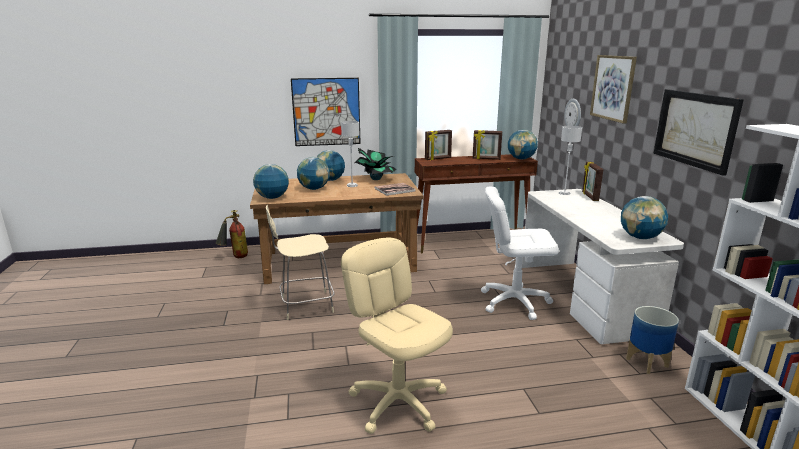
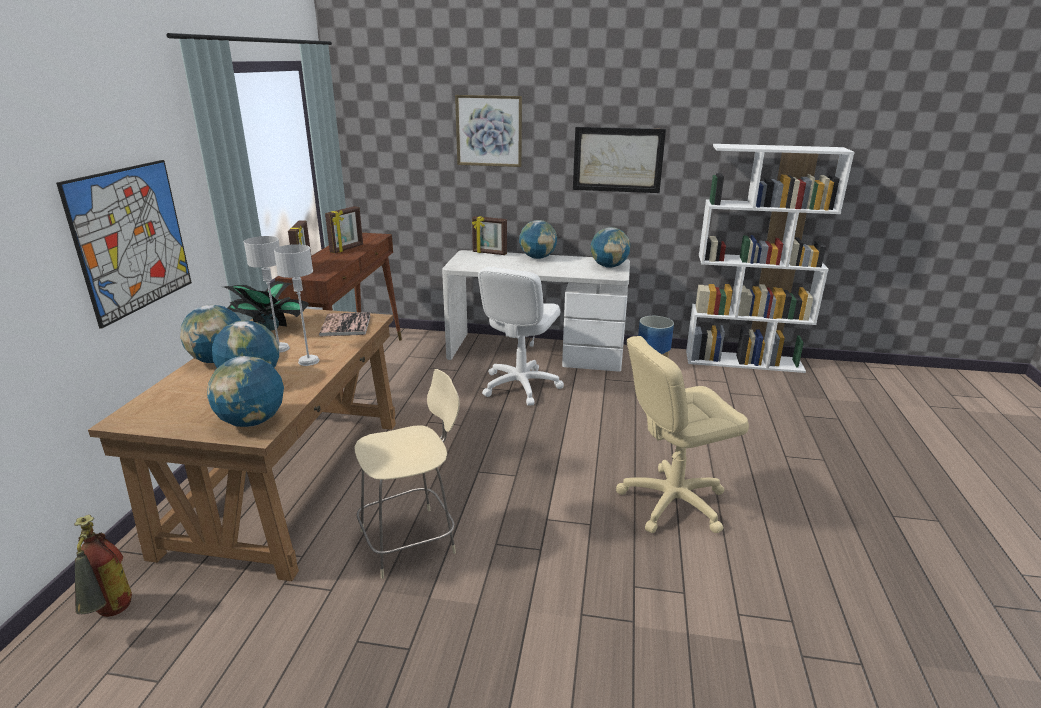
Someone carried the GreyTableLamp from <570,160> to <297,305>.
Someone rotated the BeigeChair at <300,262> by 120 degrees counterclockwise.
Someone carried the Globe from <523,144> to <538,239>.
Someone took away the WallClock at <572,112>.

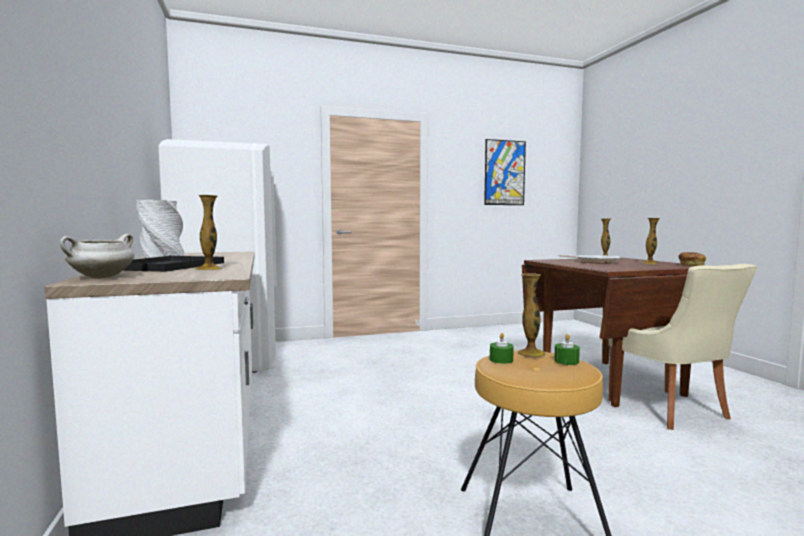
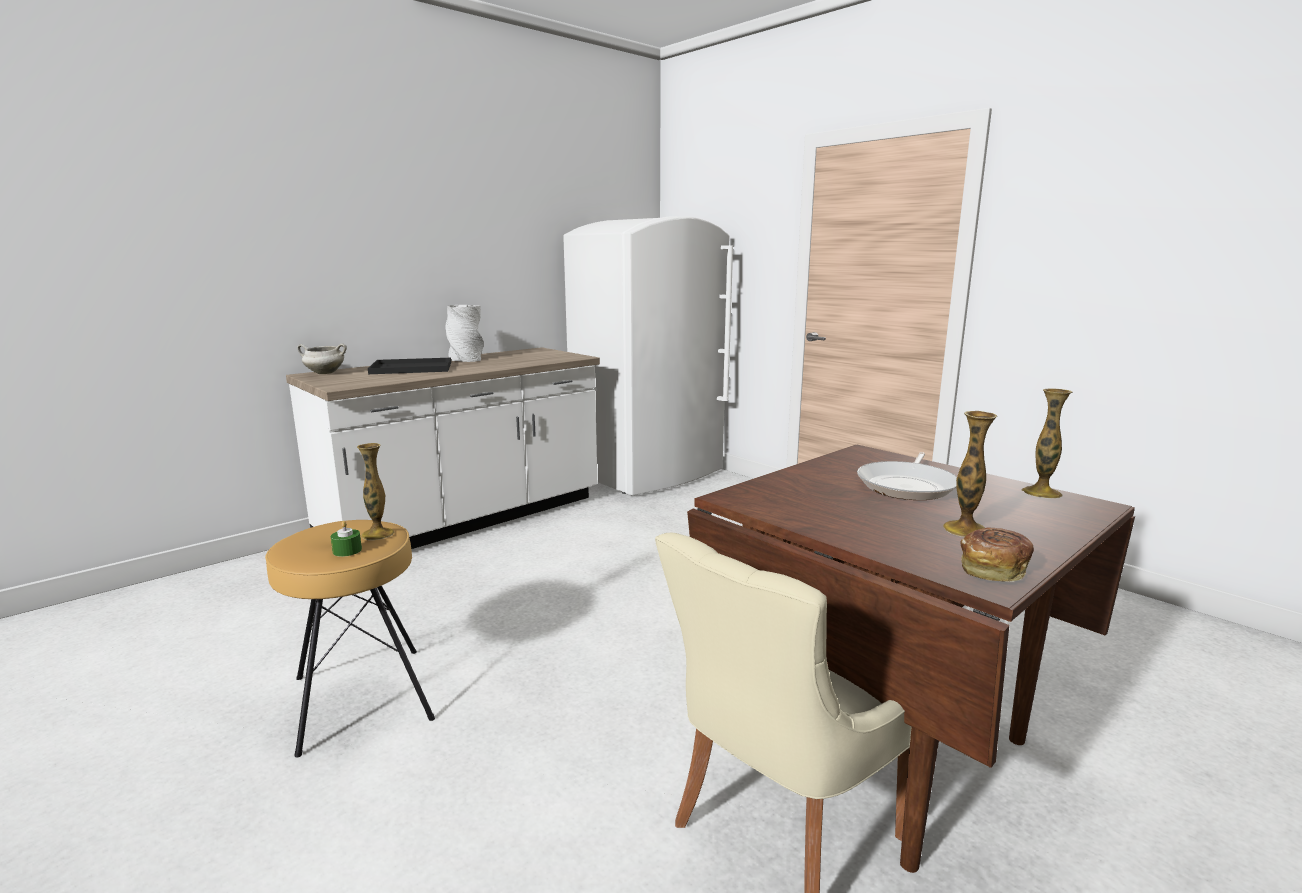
Someone took away the Vase at <208,232>.
Someone took away the Picture at <505,172>.
Someone took away the GreenCandle at <502,348>.

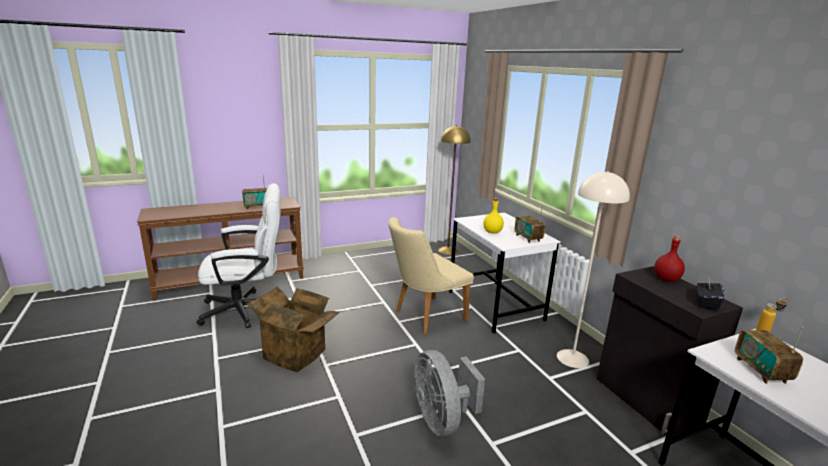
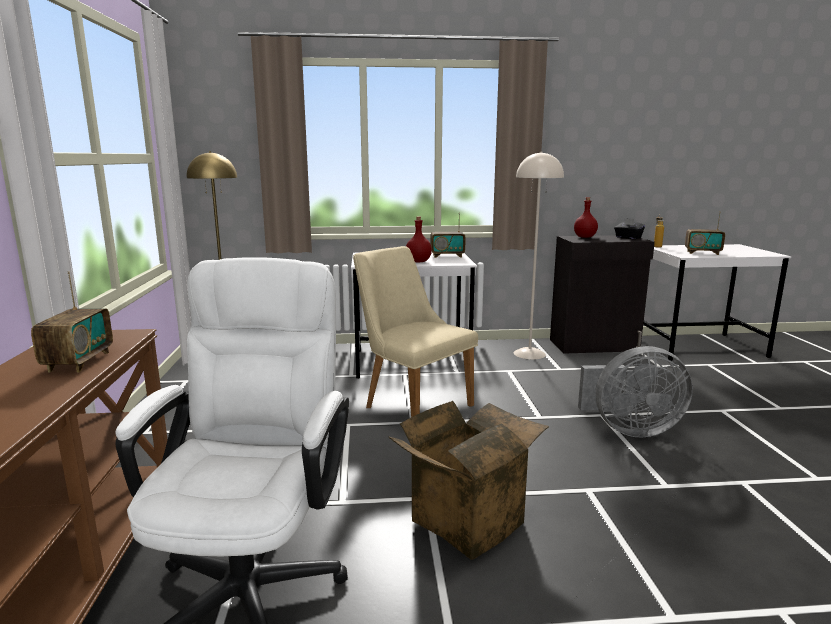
Someone rotated the BeigeChair at <431,275> by 150 degrees clockwise.
Someone repainted the YellowBottle at <493,216>, which became the RedBottle at <419,239>.

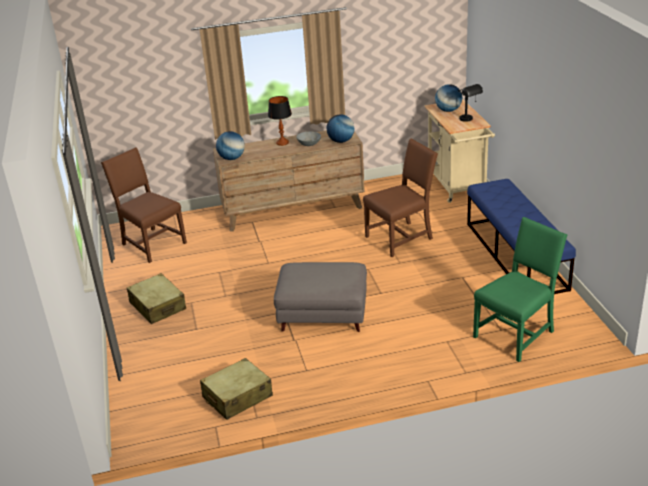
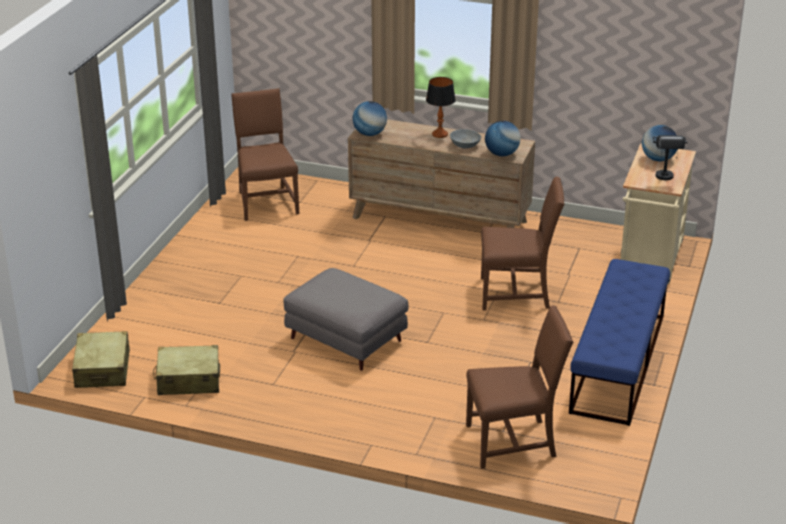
Someone carried the BeigeSuitcase from <156,298> to <101,359>.
Someone repainted the GreenChair at <520,289>, which became the BrownChair at <519,387>.

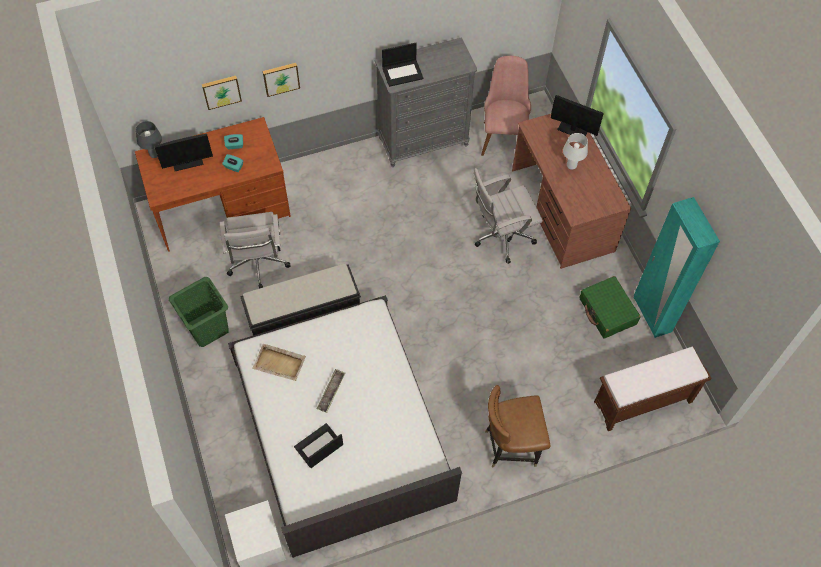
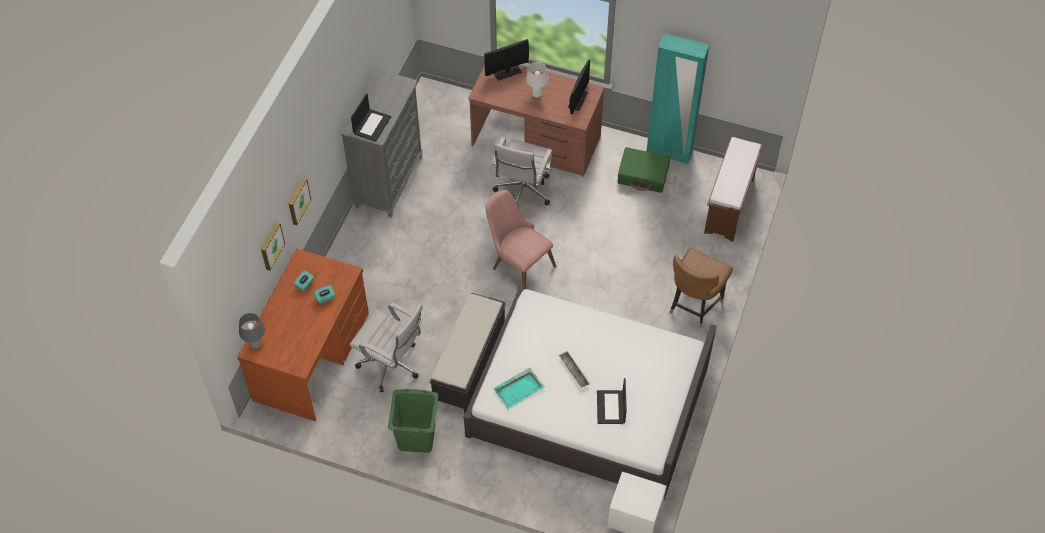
Someone carried the PinkChair from <506,106> to <520,239>.
Someone repainted the BeigeTray at <279,362>, which became the TurquoiseTray at <519,389>.
Someone carried the Monitor from <183,152> to <579,87>.

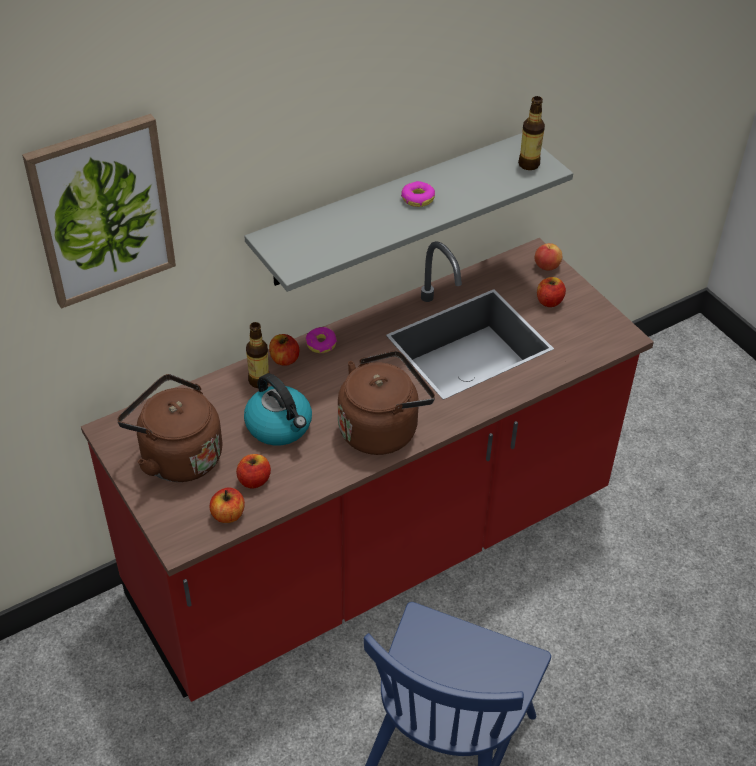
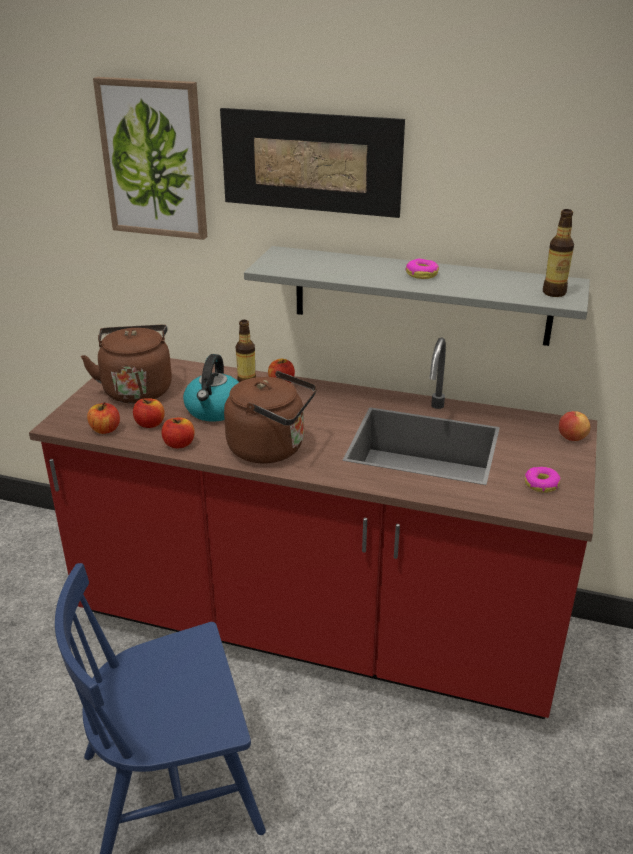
Someone carried the Apple from <551,292> to <178,433>.
Someone put up the Picture at <312,163>.
Someone carried the Donut from <321,340> to <542,480>.

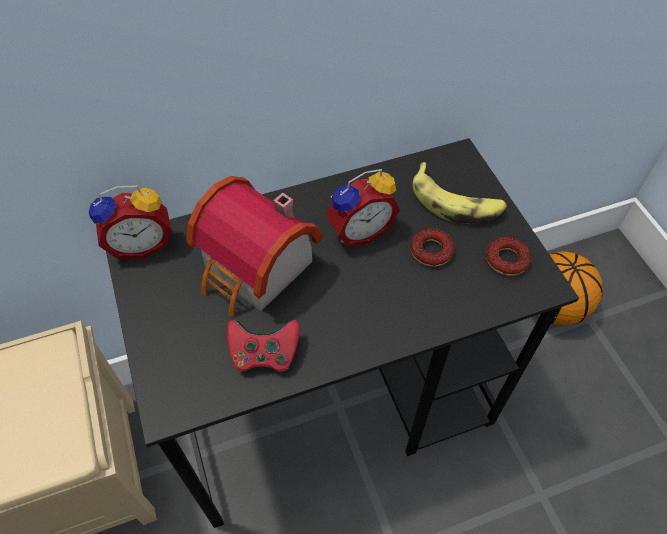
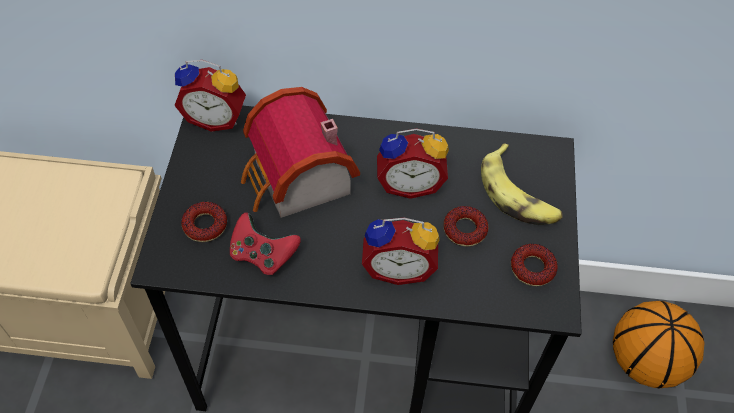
Someone put down the Donut at <204,222>.
Someone put down the AlarmClock at <401,251>.

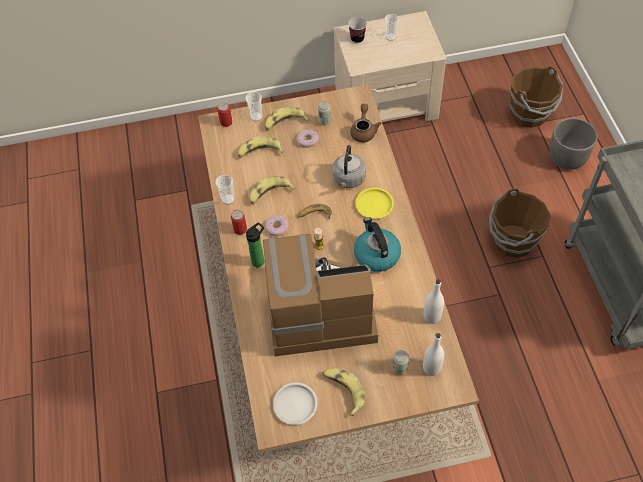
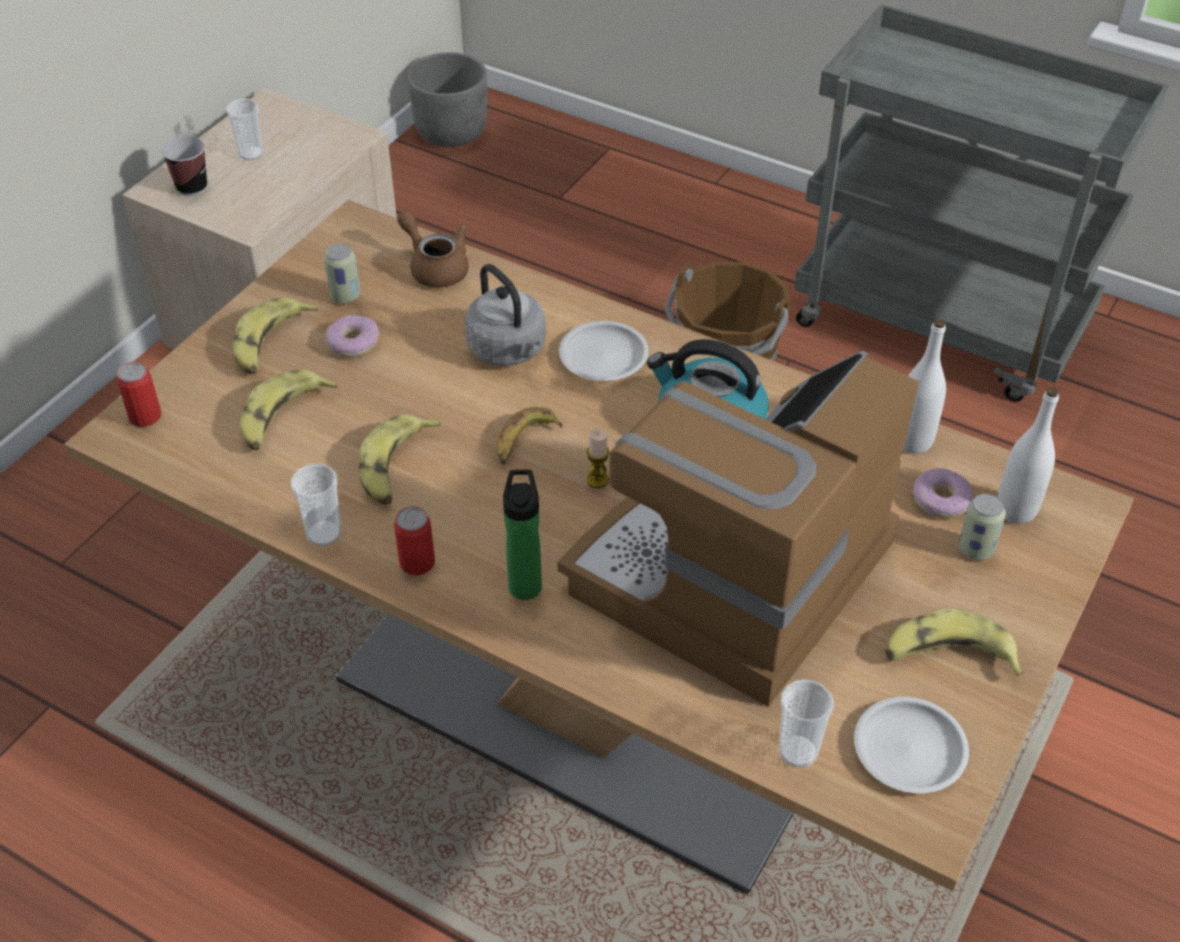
Someone carried the GreyPlanter from <573,144> to <447,99>.
Someone repainted the YellowPlate at <374,203>, which became the WhitePlate at <604,351>.
Someone carried the Cup from <254,106> to <806,723>.
Someone carried the Donut from <277,225> to <943,493>.
Someone took away the BrownBucket at <536,97>.

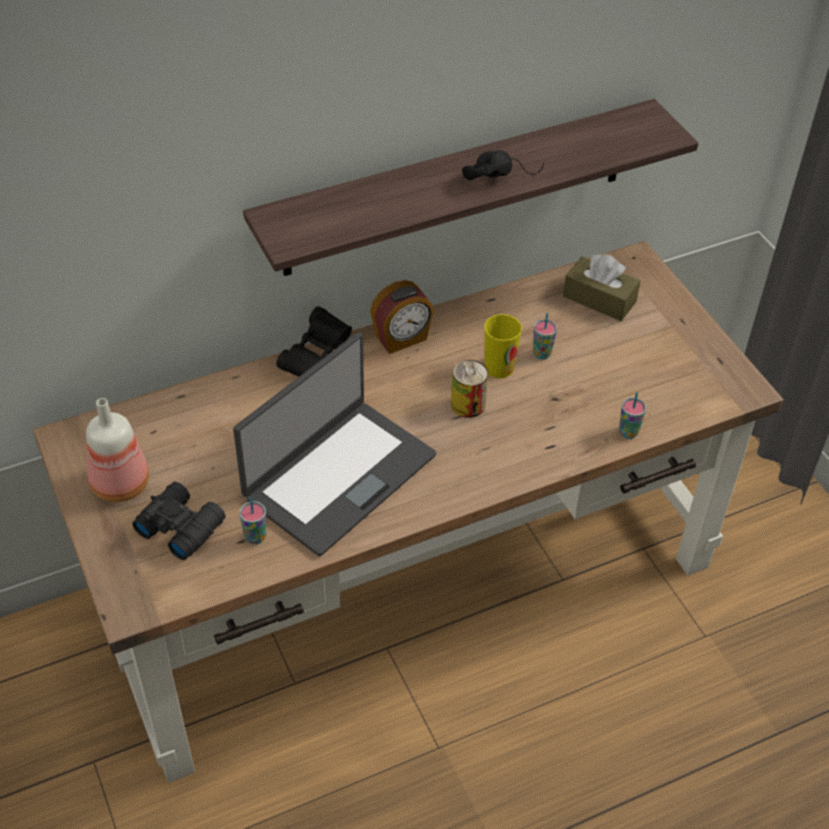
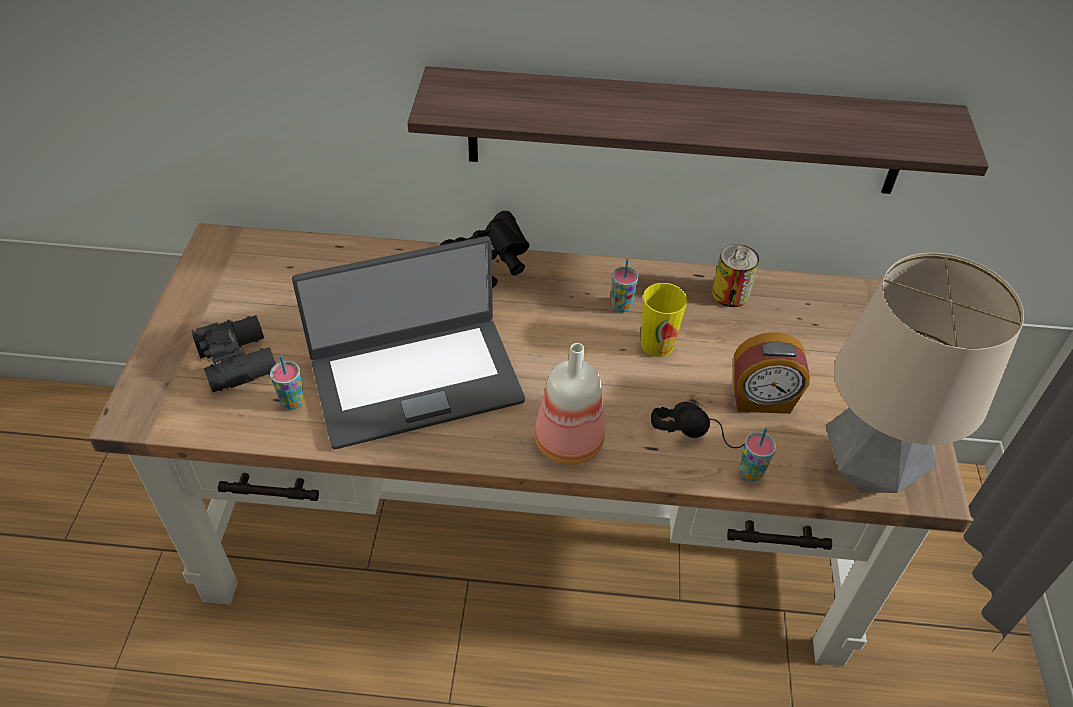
Someone carried the Bottle from <117,450> to <570,404>.
Someone carried the Cup from <545,336> to <625,285>.
Someone carried the BlackHeadphones from <503,165> to <698,425>.
Someone carried the Can from <469,389> to <735,275>.
Someone carried the AlarmClock from <402,317> to <772,373>.
Someone put down the TableLamp at <924,373>.
Someone took away the BrownTissueBox at <602,287>.

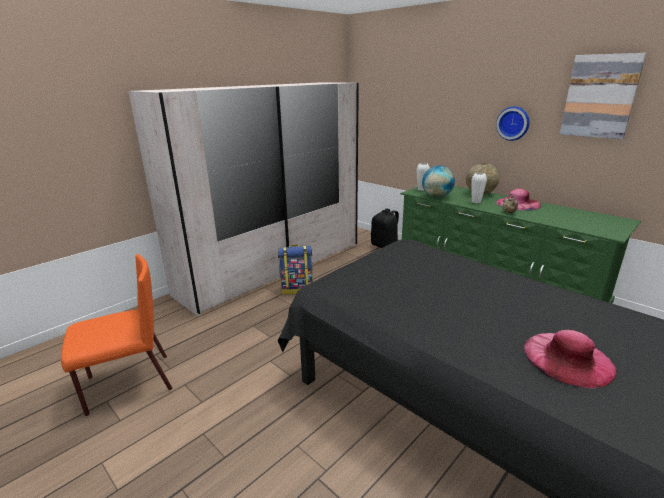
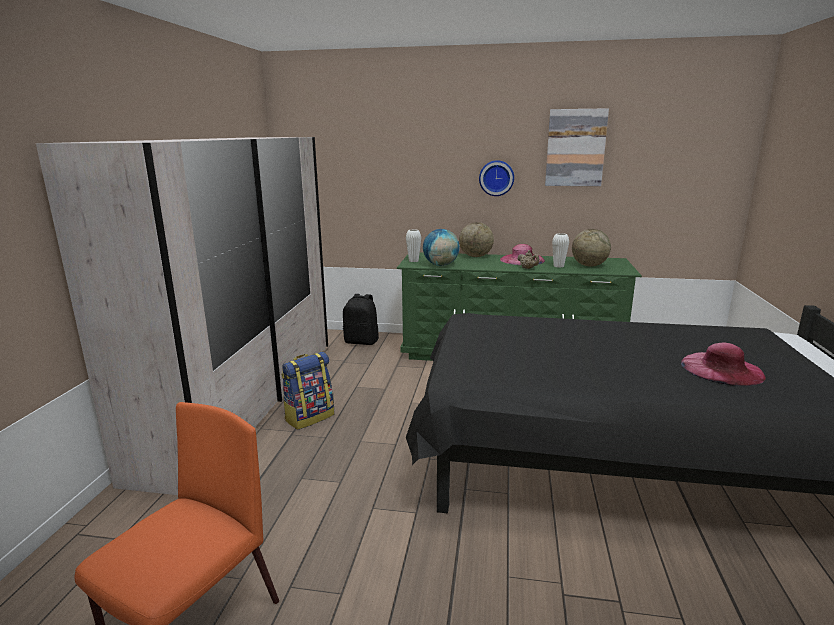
Someone carried the WhiteVase from <479,188> to <560,250>.
Someone put down the Globe at <591,248>.

